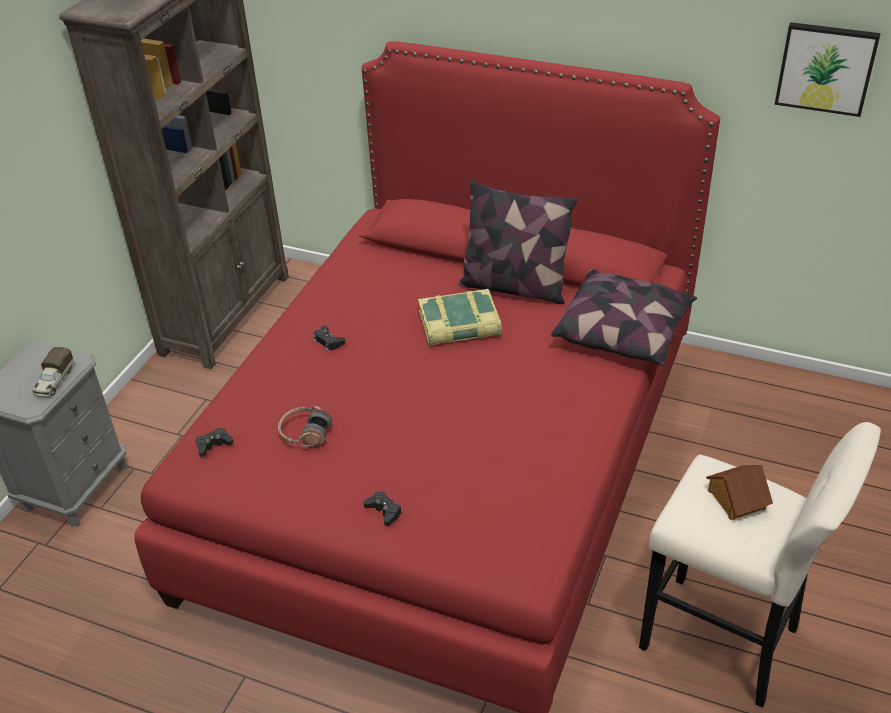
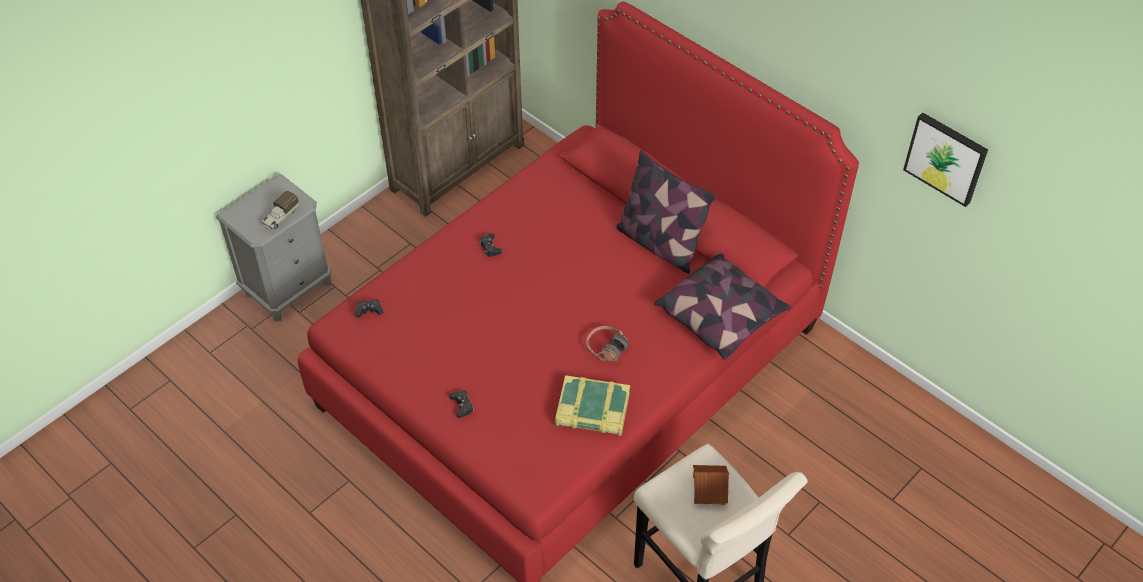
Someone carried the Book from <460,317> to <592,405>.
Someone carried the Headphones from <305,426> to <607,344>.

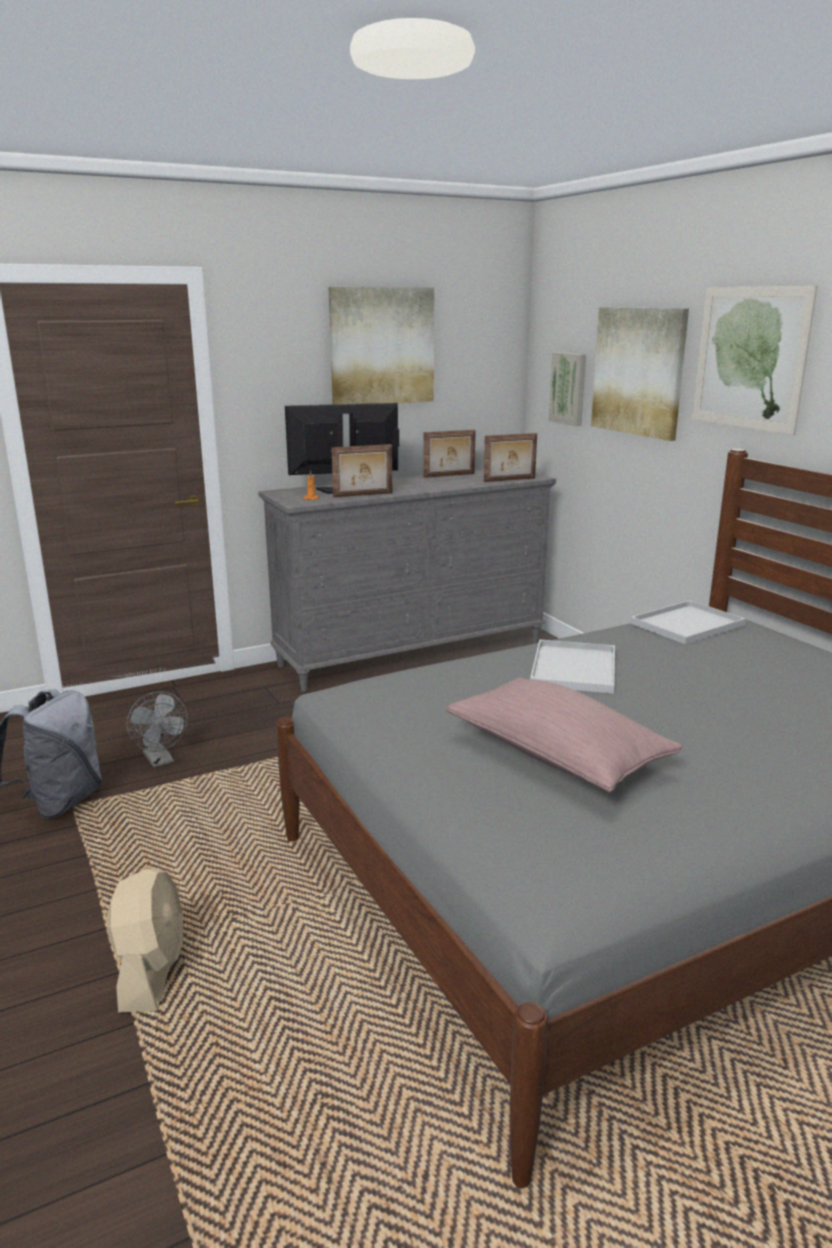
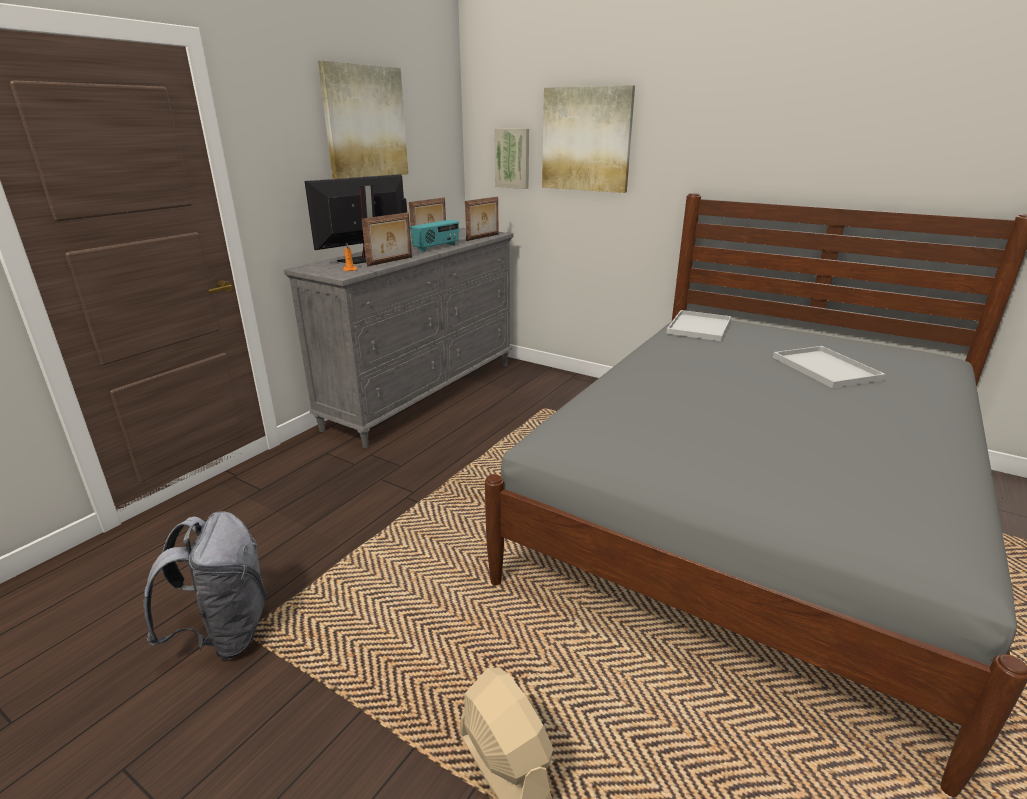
Someone put down the Radio at <434,236>.
Someone carried the WhiteTray from <572,666> to <829,367>.
Someone took away the GreyFan at <157,729>.
Someone took away the PinkPillow at <564,734>.
Someone took away the Picture at <755,360>.

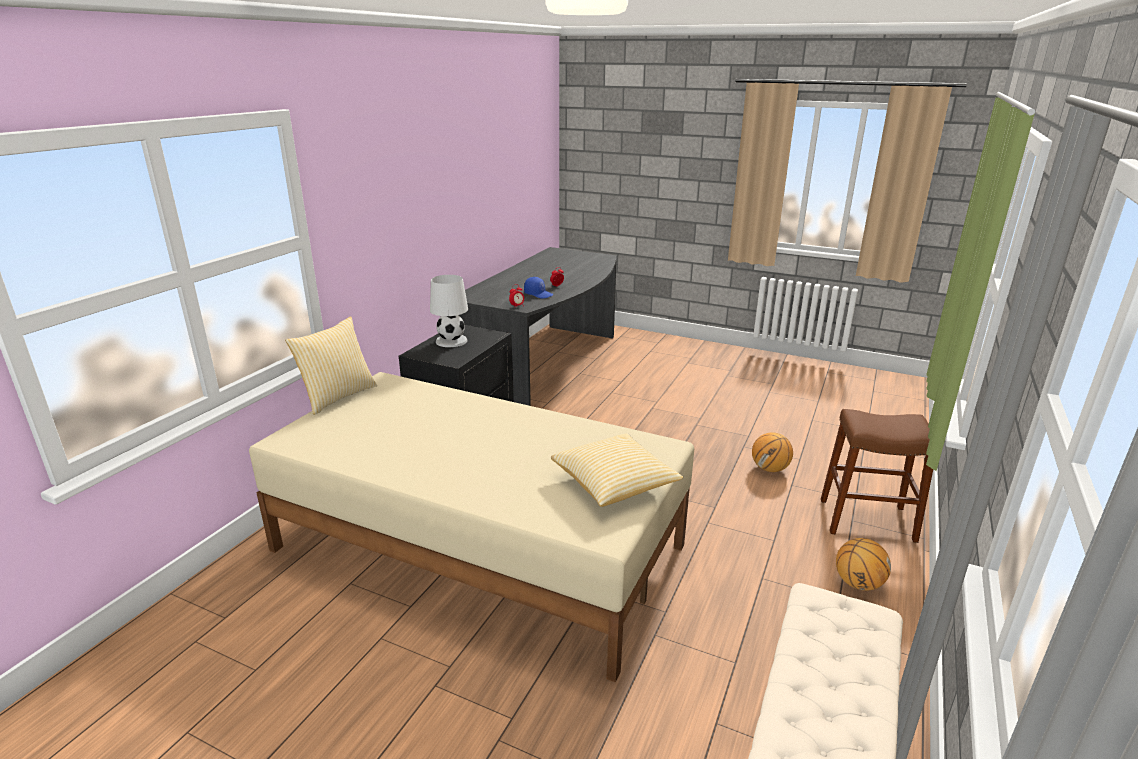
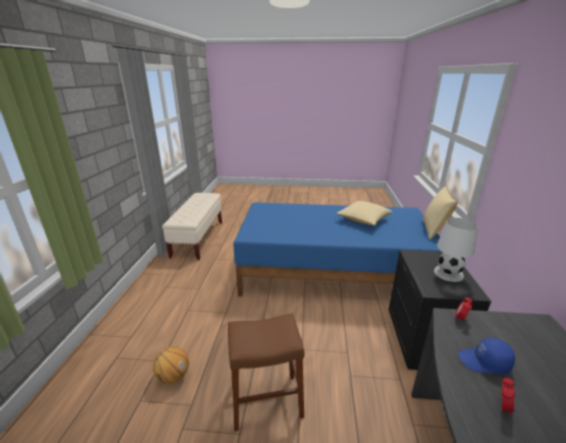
Someone carried the BrownStool from <877,476> to <266,372>.
Someone repainted the BeigeBed at <471,527>, which became the BlueBed at <336,249>.
Someone carried the Pillow from <617,470> to <364,213>.
Someone took away the Basketball at <863,564>.

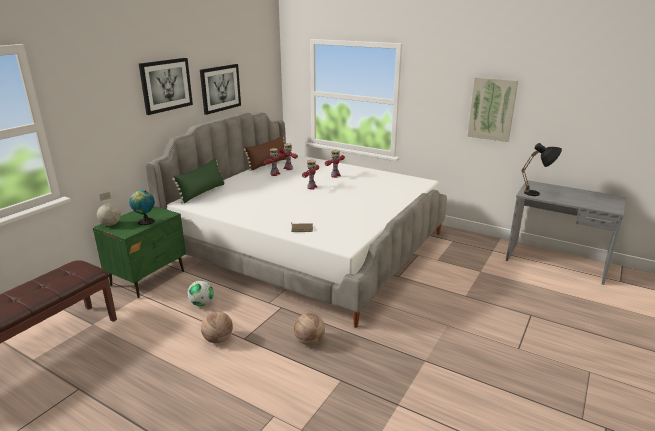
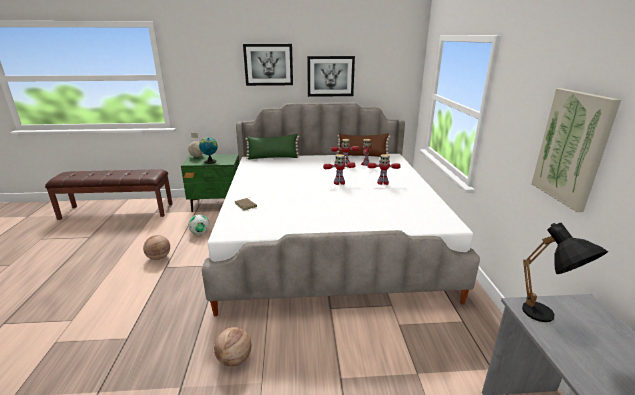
Someone carried the Basketball from <309,329> to <232,347>.

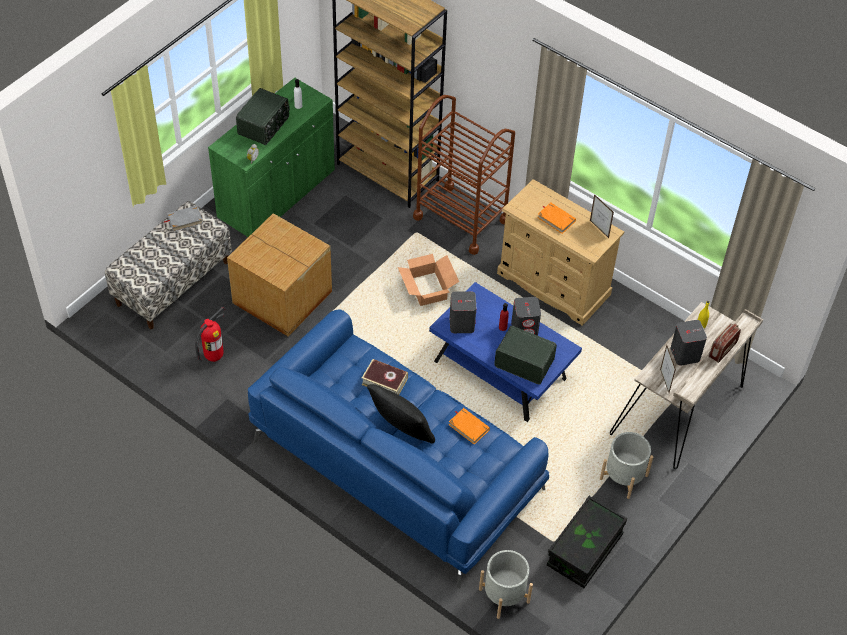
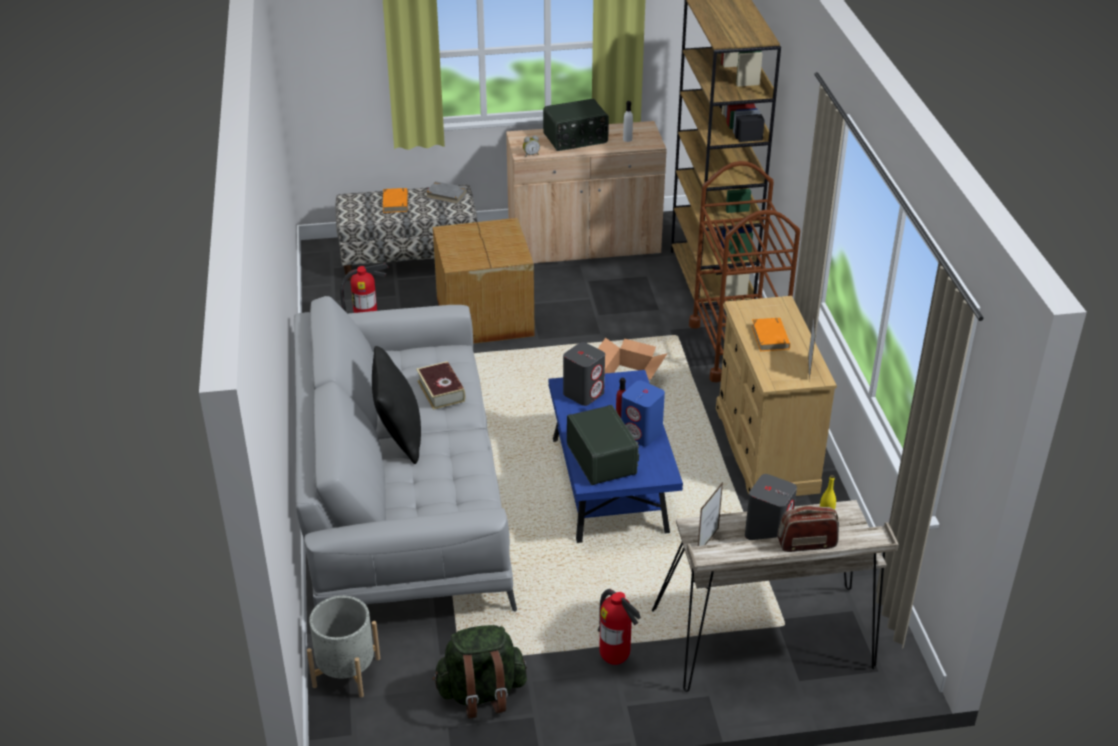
Someone repainted the BlueSofa at <398,448>, which became the GreySofa at <405,454>.
Someone carried the OrangeBook from <469,426> to <395,200>.
Someone swapped the BlackStorageBox at <587,542> for the GreenBackpack at <479,672>.
Someone repainted the GreenCabinet at <271,157>, which became the BeigeCabinet at <586,192>.
Someone swapped the GreyPlanter at <626,465> for the FireExtinguisher at <619,627>.
Someone repainted the GreySpeaker at <526,316>, which became the BlueSpeaker at <643,413>.

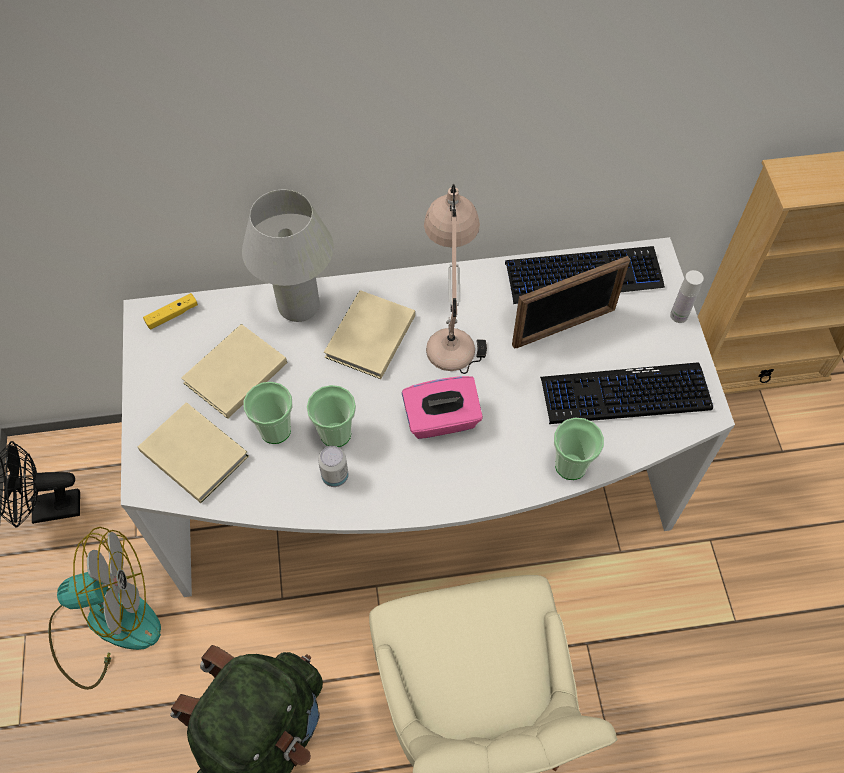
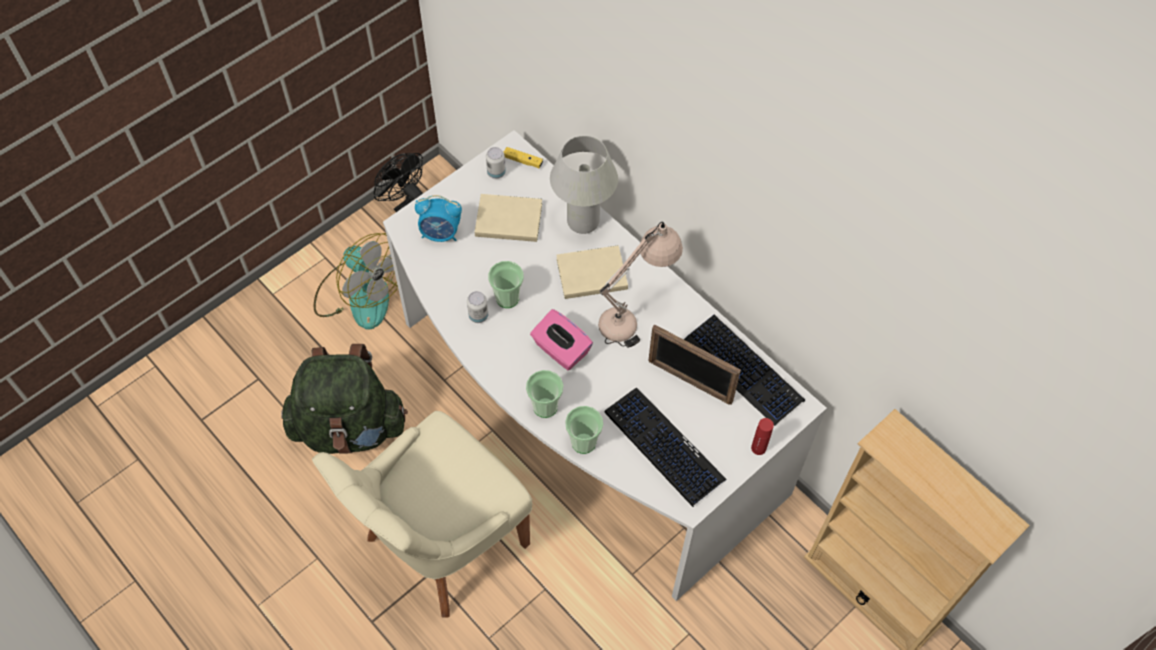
Someone swapped the BeigeBook at <193,452> for the AlarmClock at <438,218>.
Someone put down the Can at <496,163>.
Someone carried the Cup from <268,413> to <544,394>.
Someone repainted the WhiteBottle at <687,296>, which became the RedBottle at <762,436>.

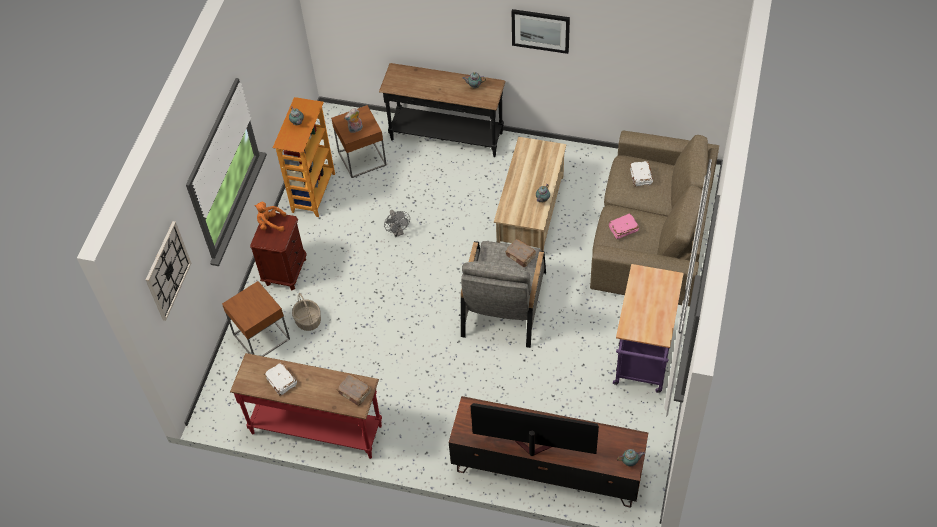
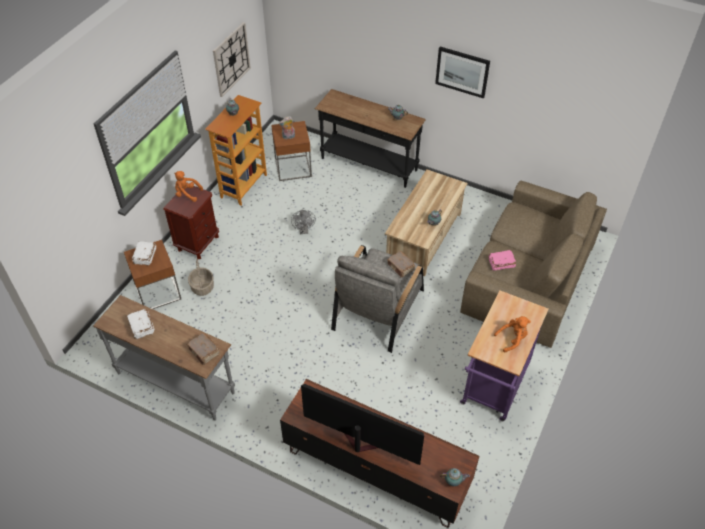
Someone repainted the RedConsoleTable at <306,406>, which became the GreyConsoleTable at <164,358>.
Someone carried the WhiteBook from <641,173> to <144,253>.
Someone carried the WallClock from <168,271> to <232,59>.
Someone put down the OrangePlushToy at <512,334>.

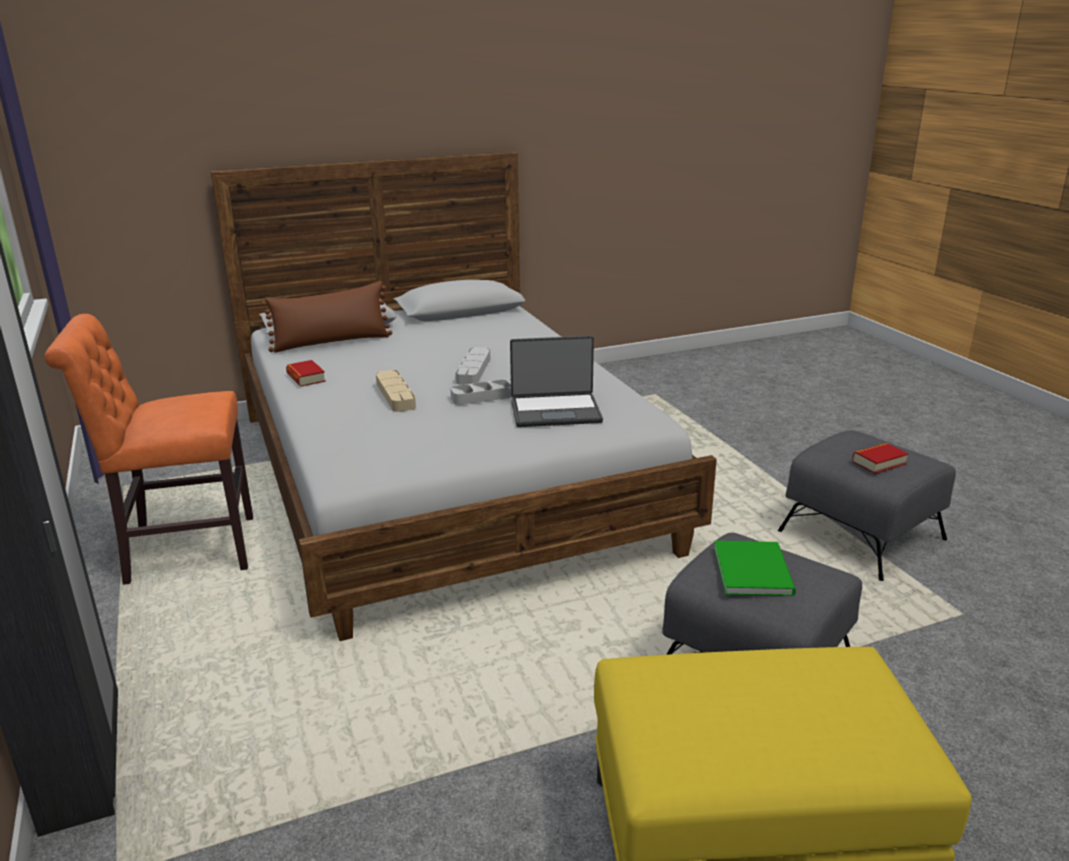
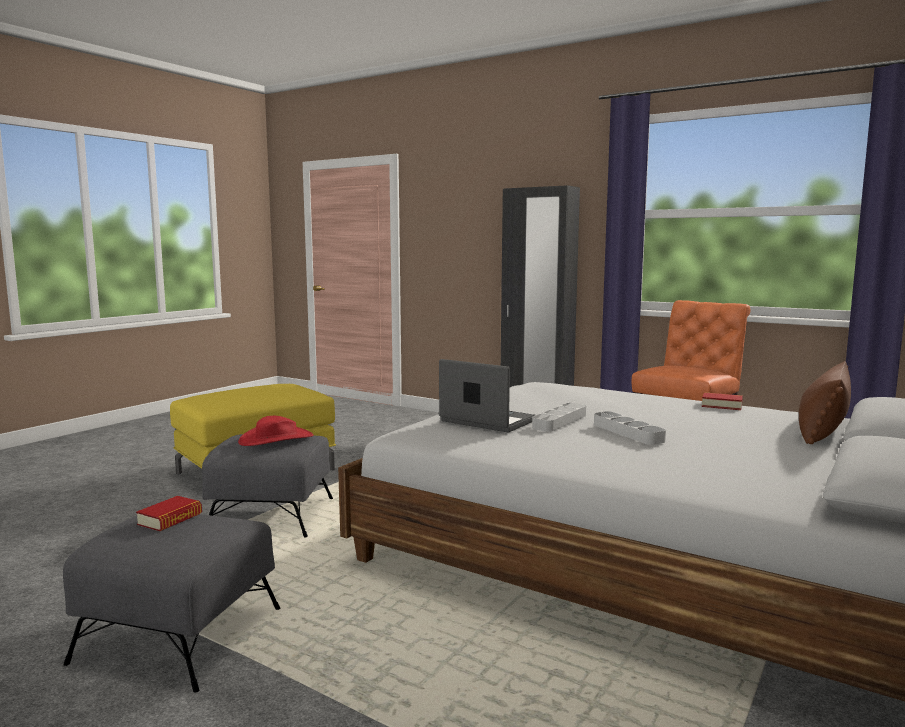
Someone swapped the GreenBook at <755,568> for the RedHat at <275,431>.
Someone rotated the Laptop at <556,381> by 75 degrees clockwise.
Someone took away the BeigeTray at <396,391>.

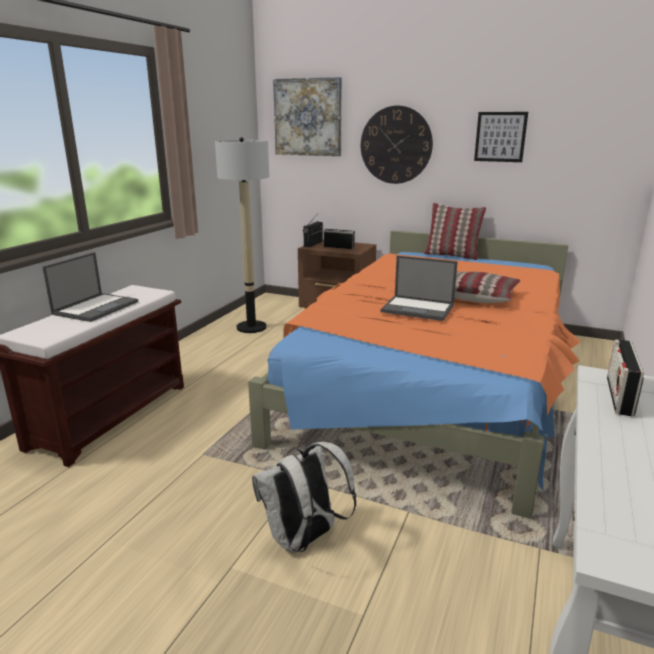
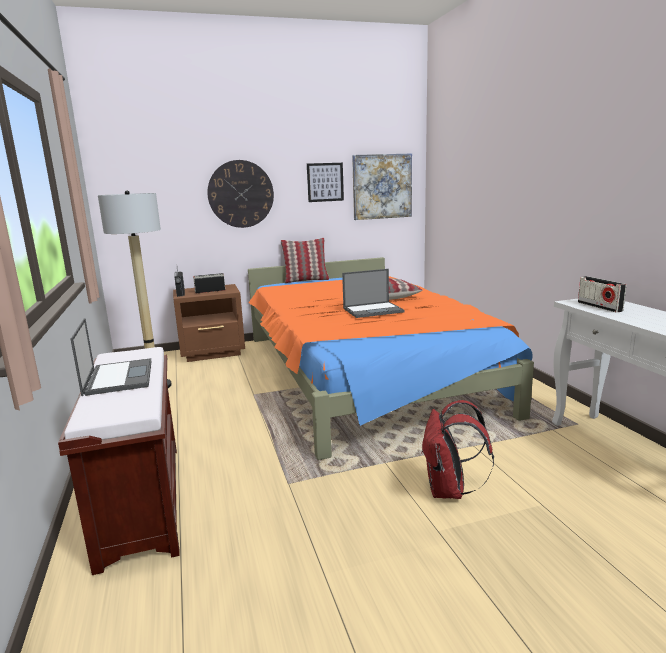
Someone carried the Picture from <307,116> to <382,186>.
Someone repainted the WhiteBackpack at <304,497>, which became the RedBackpack at <457,449>.

